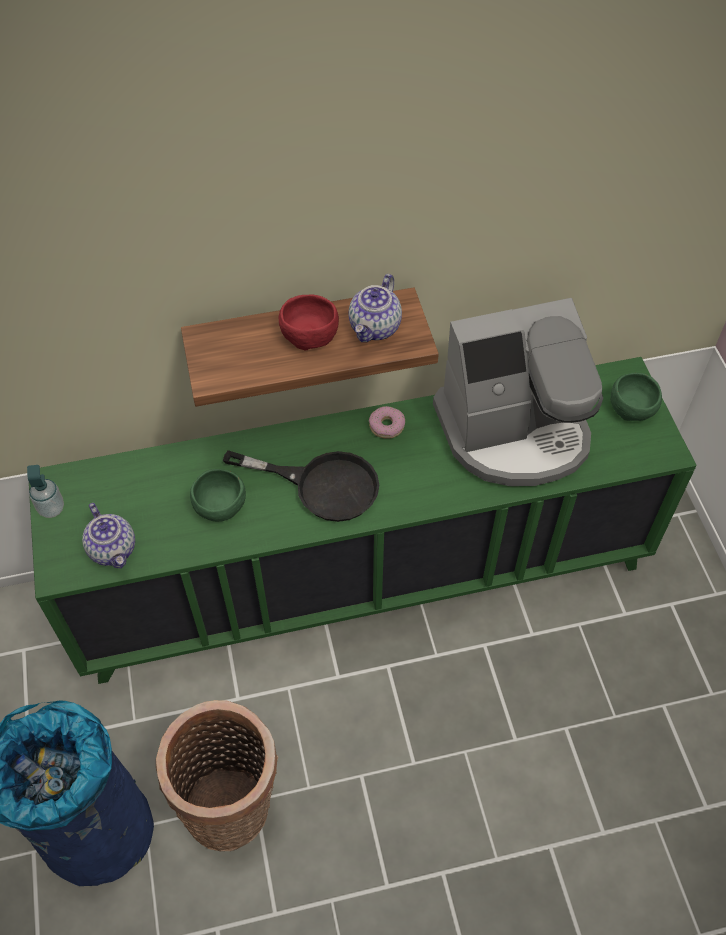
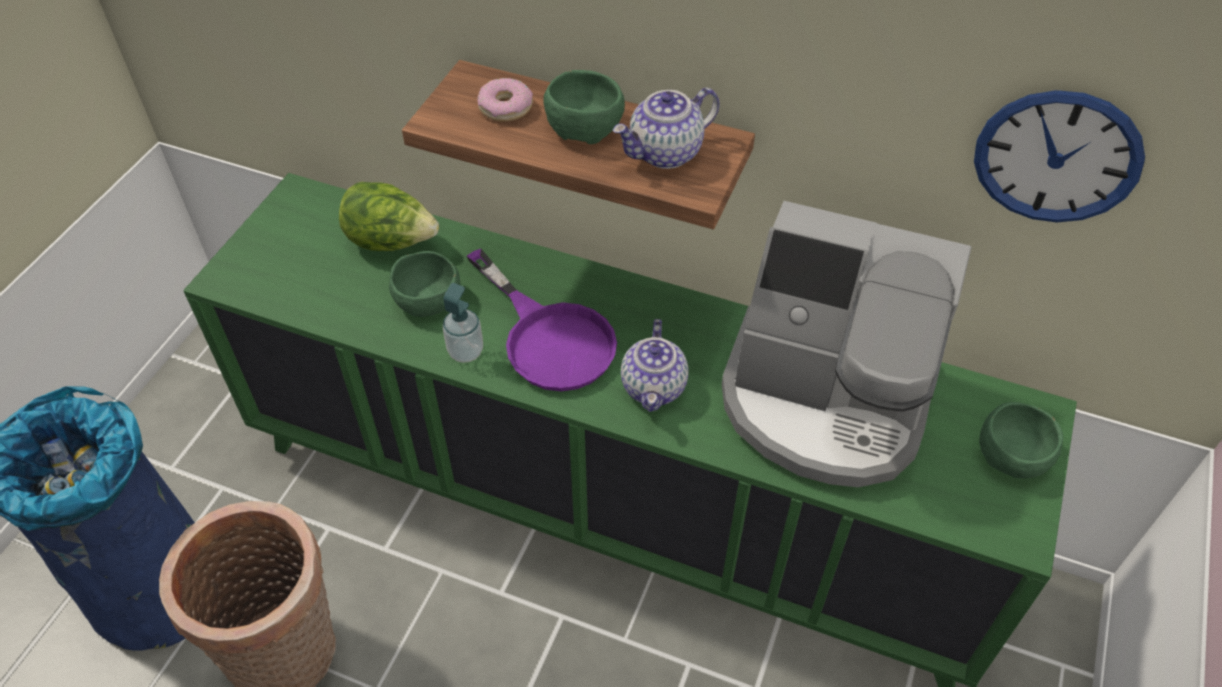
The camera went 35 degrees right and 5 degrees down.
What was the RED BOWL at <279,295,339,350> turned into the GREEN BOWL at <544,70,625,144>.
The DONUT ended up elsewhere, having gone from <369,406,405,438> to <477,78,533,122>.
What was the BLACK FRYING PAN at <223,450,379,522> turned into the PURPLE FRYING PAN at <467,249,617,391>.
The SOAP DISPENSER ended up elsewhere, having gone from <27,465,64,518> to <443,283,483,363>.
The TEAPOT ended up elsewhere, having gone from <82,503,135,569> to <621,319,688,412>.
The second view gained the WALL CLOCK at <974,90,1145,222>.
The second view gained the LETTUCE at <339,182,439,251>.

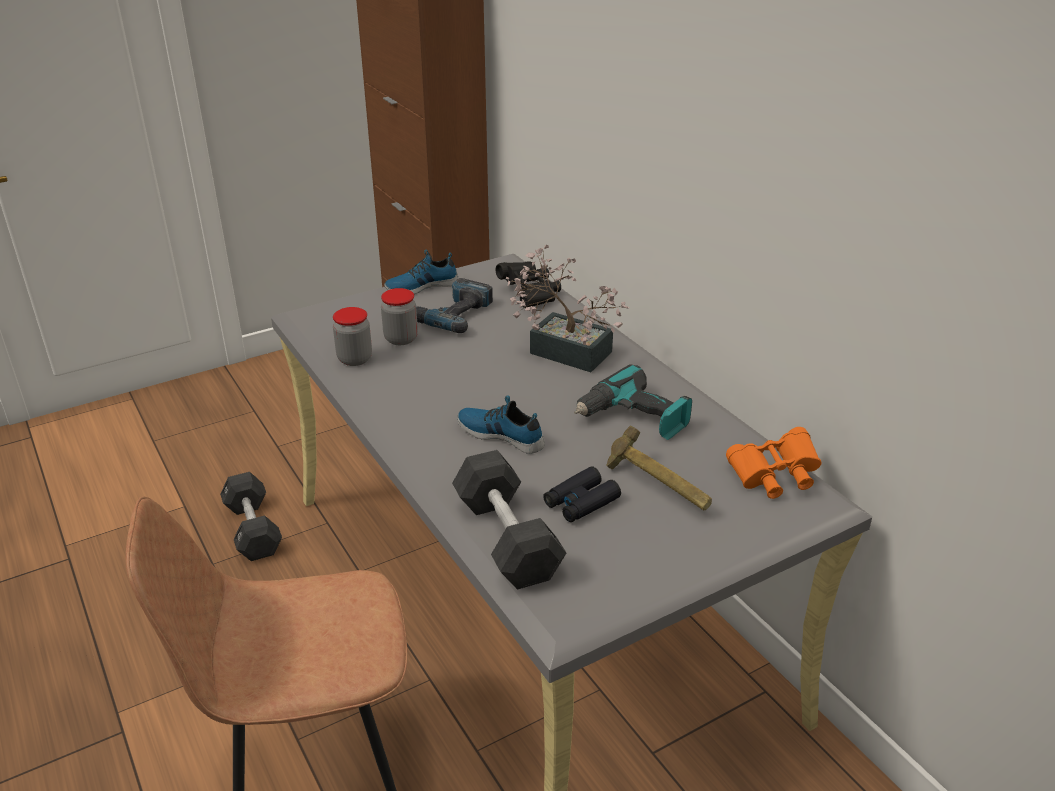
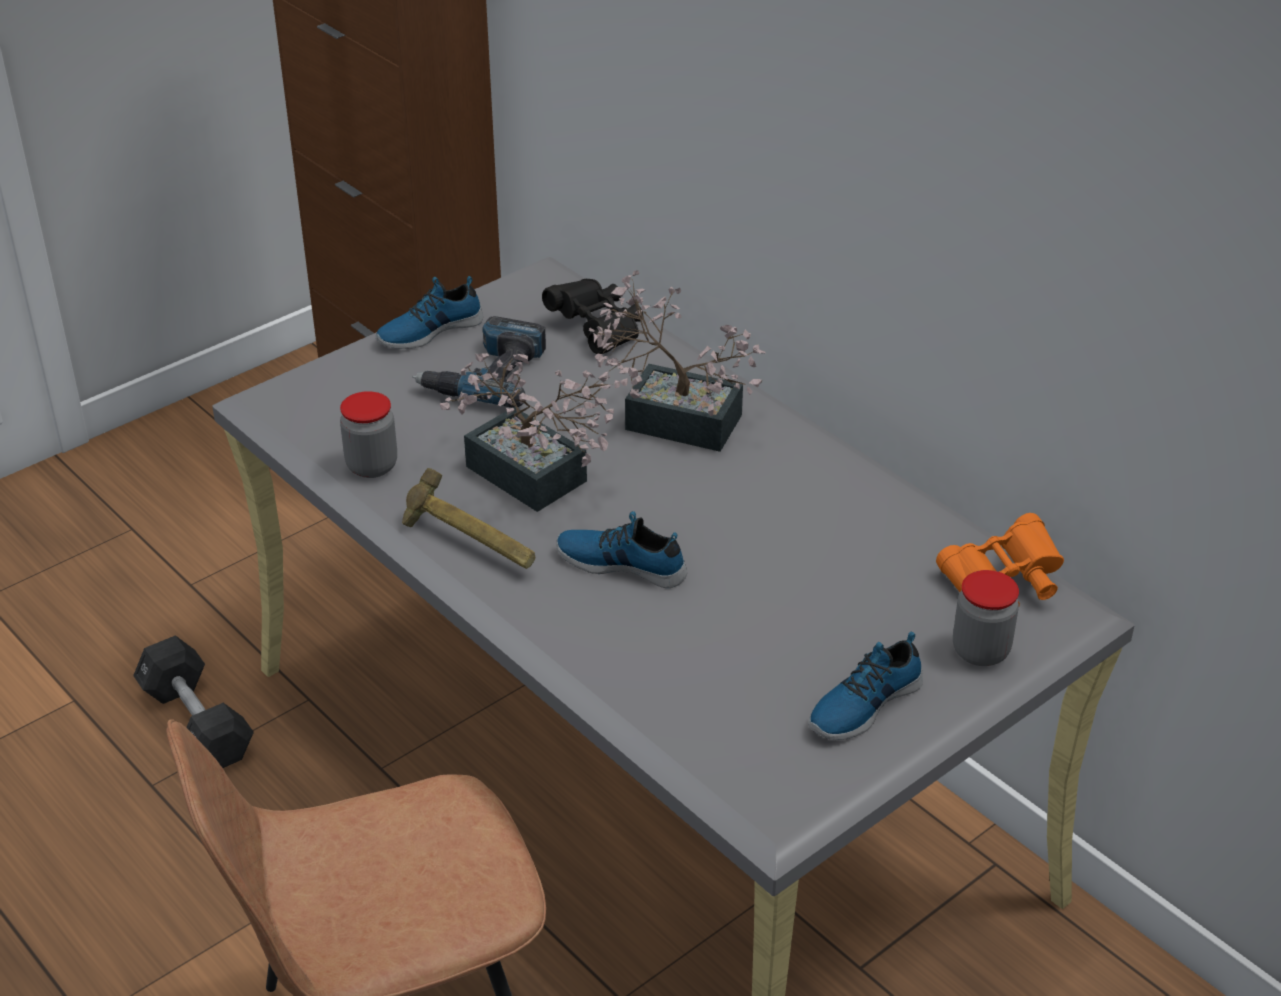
The camera went 10 degrees left and 5 degrees up.
The JAR ended up elsewhere, having gone from <381,288,418,345> to <953,570,1019,666>.
The second view lost the POWER DRILL at <574,365,692,440>.
The HAMMER ended up elsewhere, having gone from <607,426,712,510> to <402,468,535,569>.
The second view lost the BLACK DUMBBELL at <452,450,566,590>.
The second view lost the BLACK BINOCULARS at <543,466,621,522>.
The second view gained the POTTED PLANT at <440,353,620,512>.
The second view gained the SHOE at <808,632,923,740>.

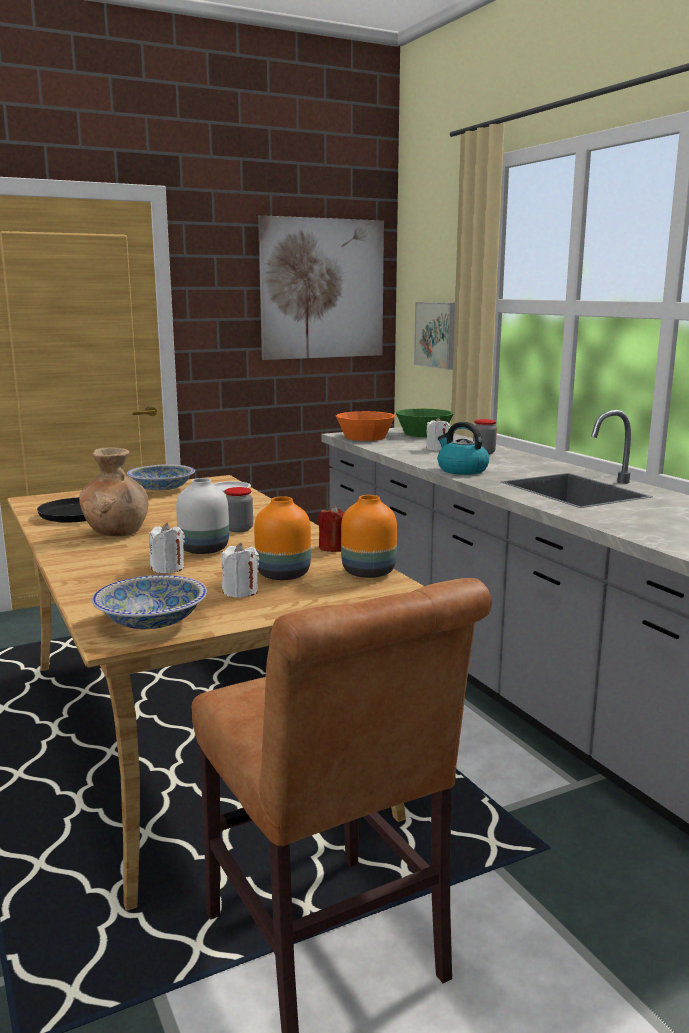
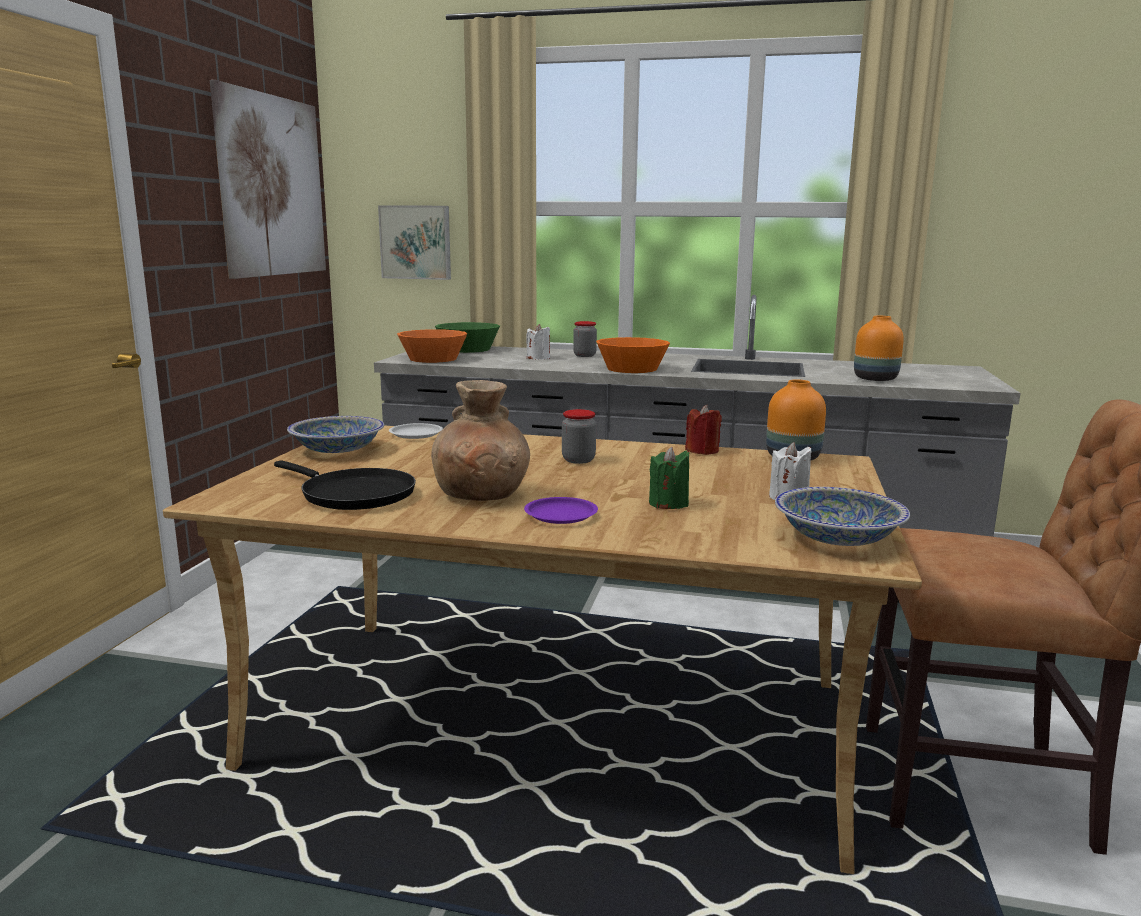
The camera went 50 degrees left and 0 degrees up.
Where the KETTLE stood at <438,422,489,475>, the ORANGE BOWL came to stand at <596,337,670,373>.
The second view lost the WHITE VASE at <176,478,229,554>.
The ORANGE VASE ended up elsewhere, having gone from <254,496,311,580> to <854,316,904,381>.
What was the WHITE CANDLE at <149,522,185,574> turned into the GREEN CANDLE at <649,447,689,509>.
The second view gained the PURPLE PLATE at <524,497,598,524>.

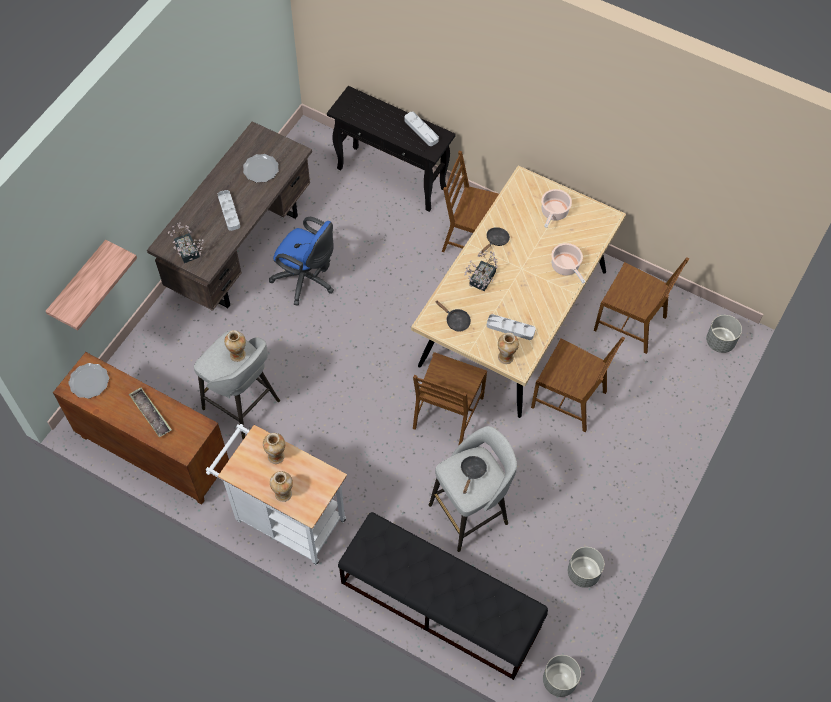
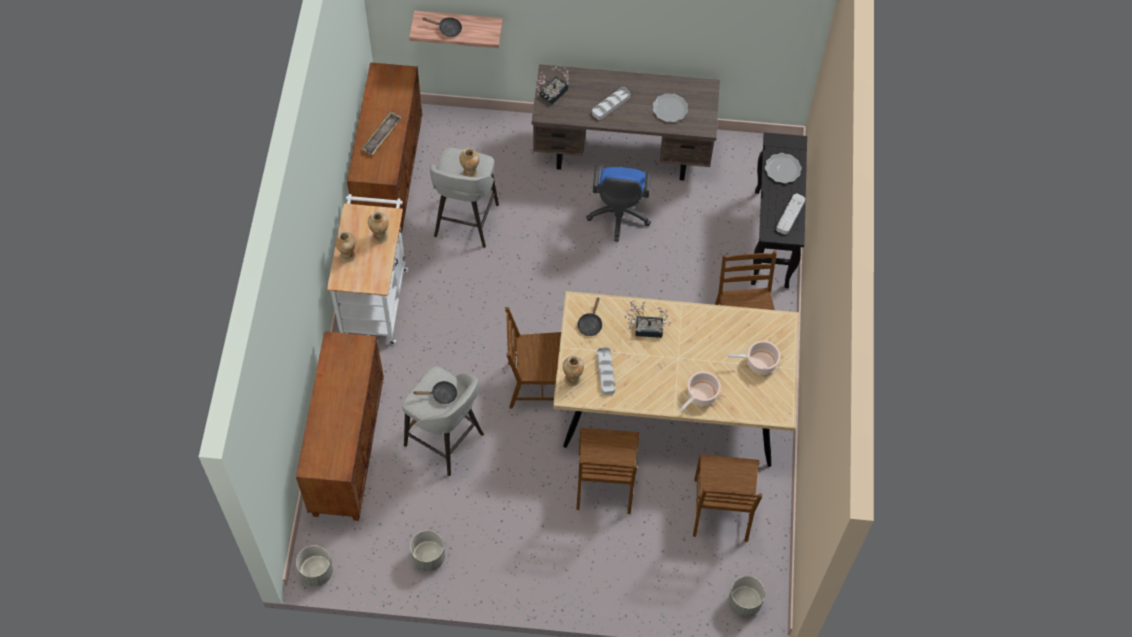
The camera went 65 degrees right and 0 degrees up.
The BLACK FRYING PAN ended up elsewhere, having gone from <481,227,510,253> to <423,17,462,37>.
The PLATE ended up elsewhere, having gone from <68,363,109,399> to <765,153,802,184>.
Where the BLACK BENCH stood at <338,512,548,680>, the BROWN CABINET came to stand at <296,331,384,521>.

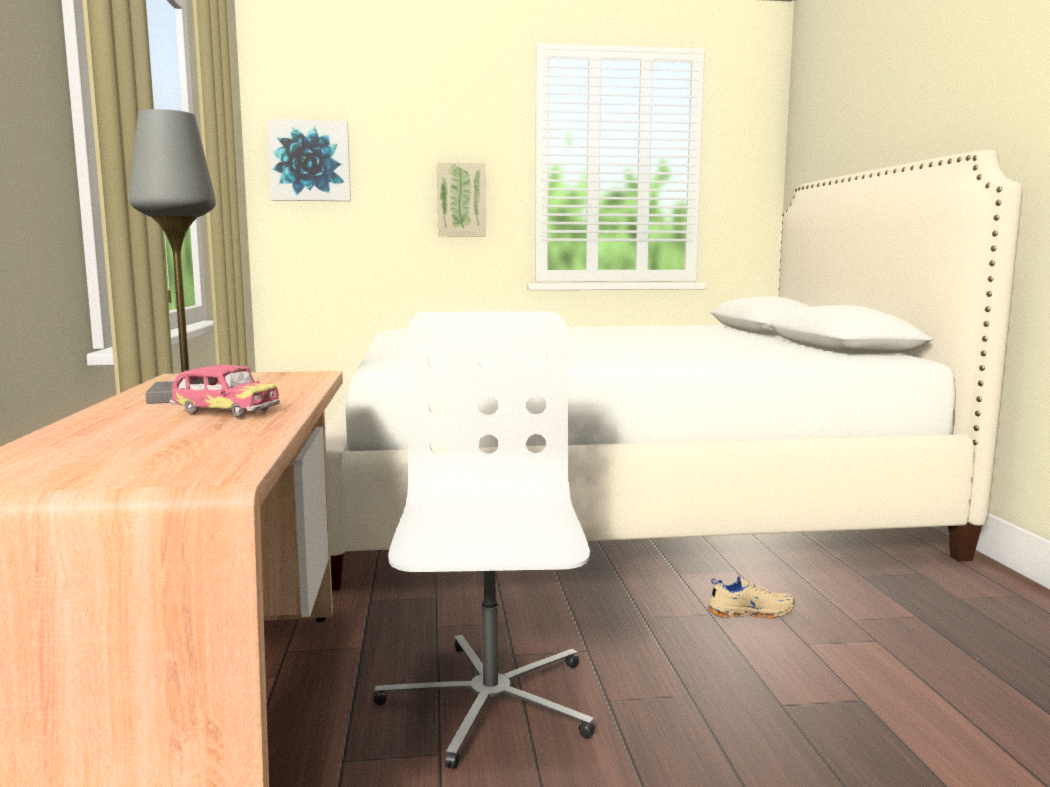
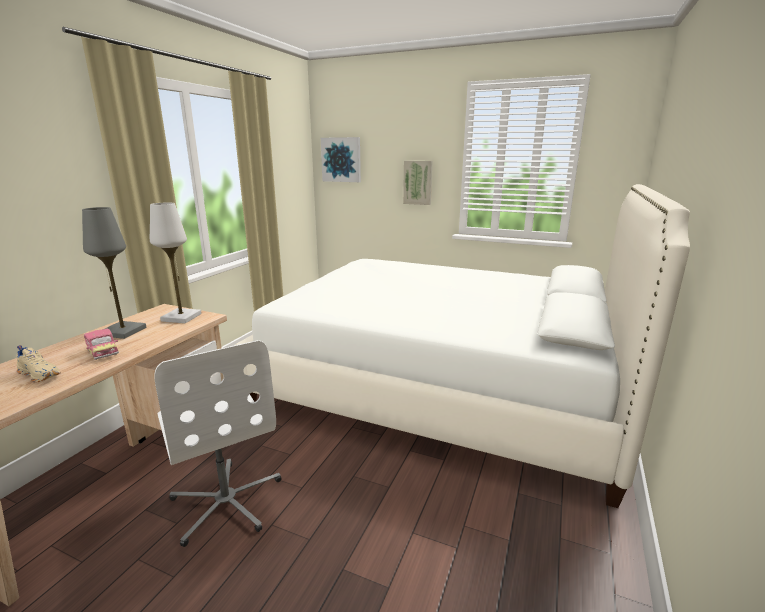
The camera went 30 degrees right and 10 degrees up.
The WHITE OFFICE CHAIR at <373,311,595,769> ended up facing another way, 120 degrees clockwise from before.
The BEIGE SHOE ended up elsewhere, having gone from <708,576,795,619> to <16,345,61,382>.
The second view gained the WHITE TABLE LAMP at <150,202,202,323>.

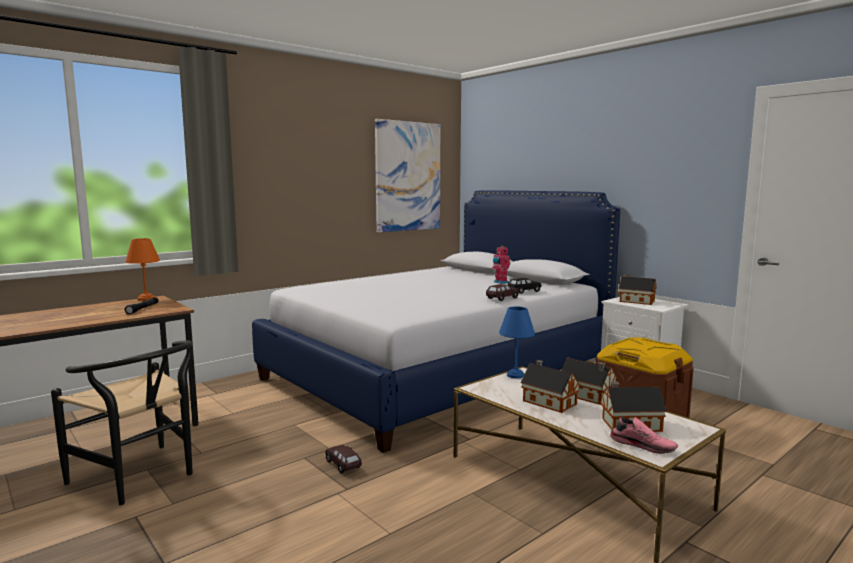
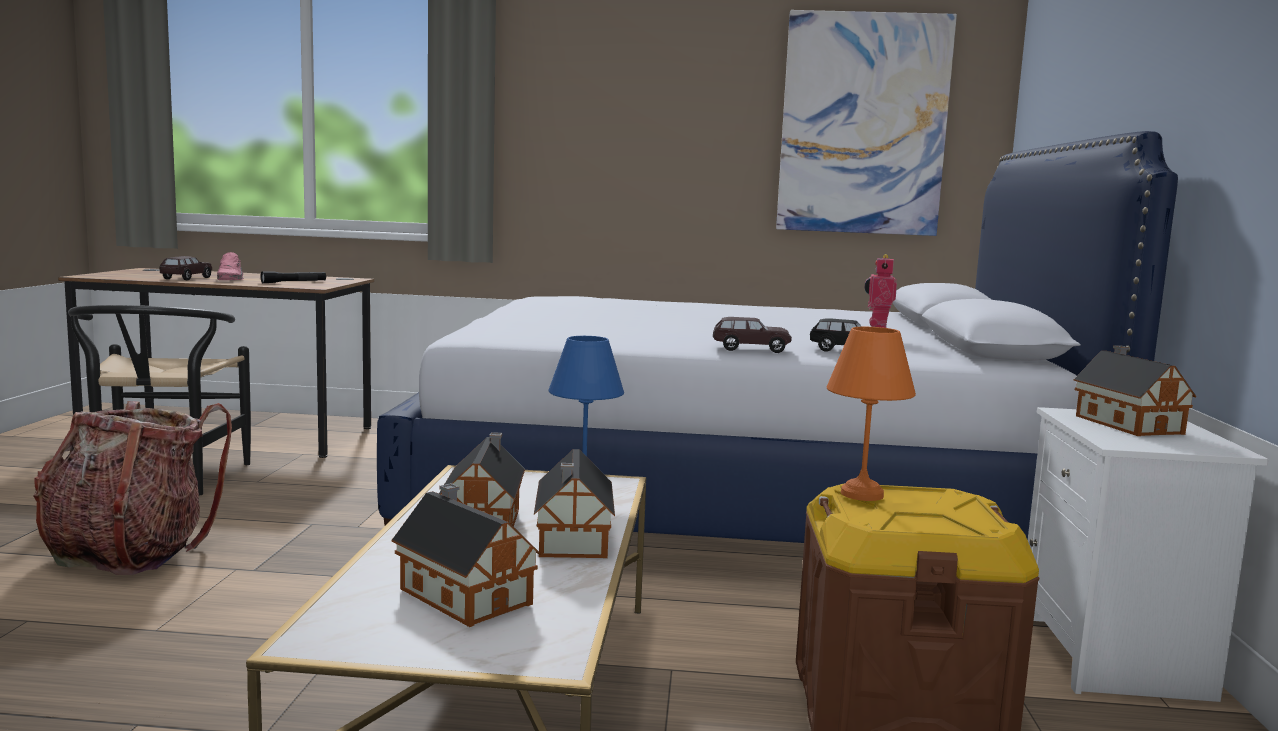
The camera went 45 degrees right and 0 degrees up.
The ORANGE TABLE LAMP ended up elsewhere, having gone from <125,238,160,301> to <827,327,916,501>.
The PINK SHOE ended up elsewhere, having gone from <610,417,678,454> to <217,252,244,280>.
The BROWN TOY CAR ended up elsewhere, having gone from <325,445,362,474> to <160,256,212,280>.
The second view gained the BACKPACK at <33,401,232,575>.

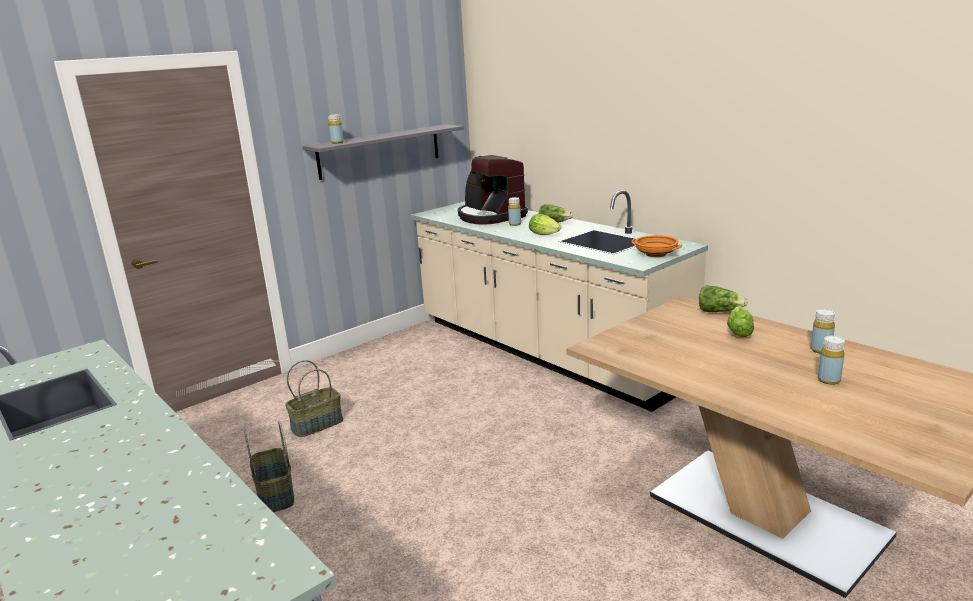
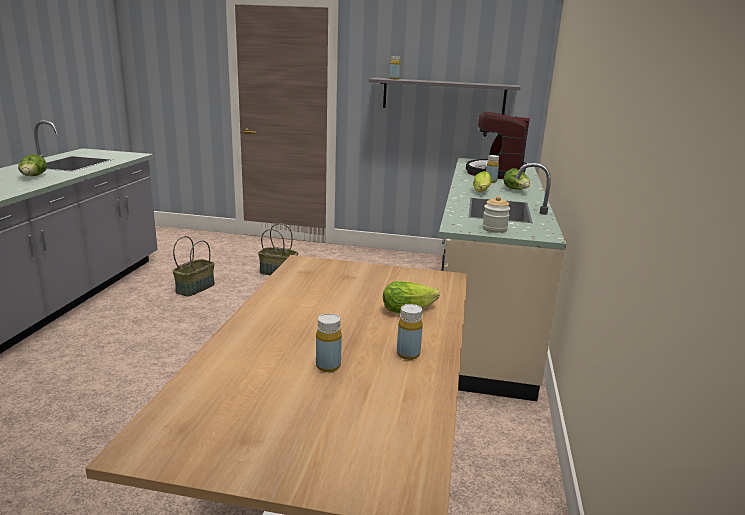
The camera went 50 degrees right and 0 degrees up.
Where the ORANGE BOWL stood at <631,235,682,257>, the JAR came to stand at <482,196,510,233>.
The LETTUCE ended up elsewhere, having gone from <699,285,748,312> to <18,154,47,176>.

